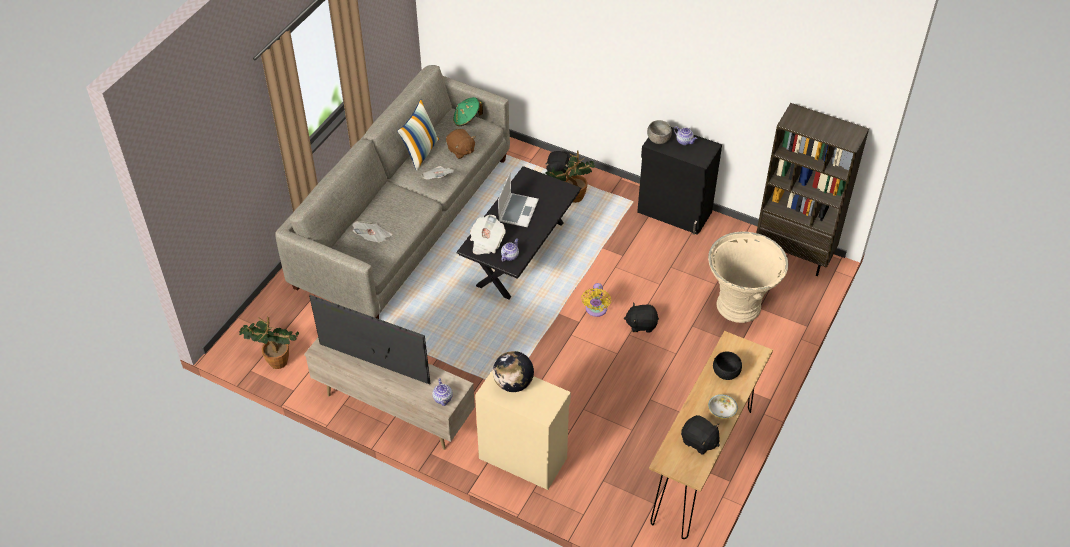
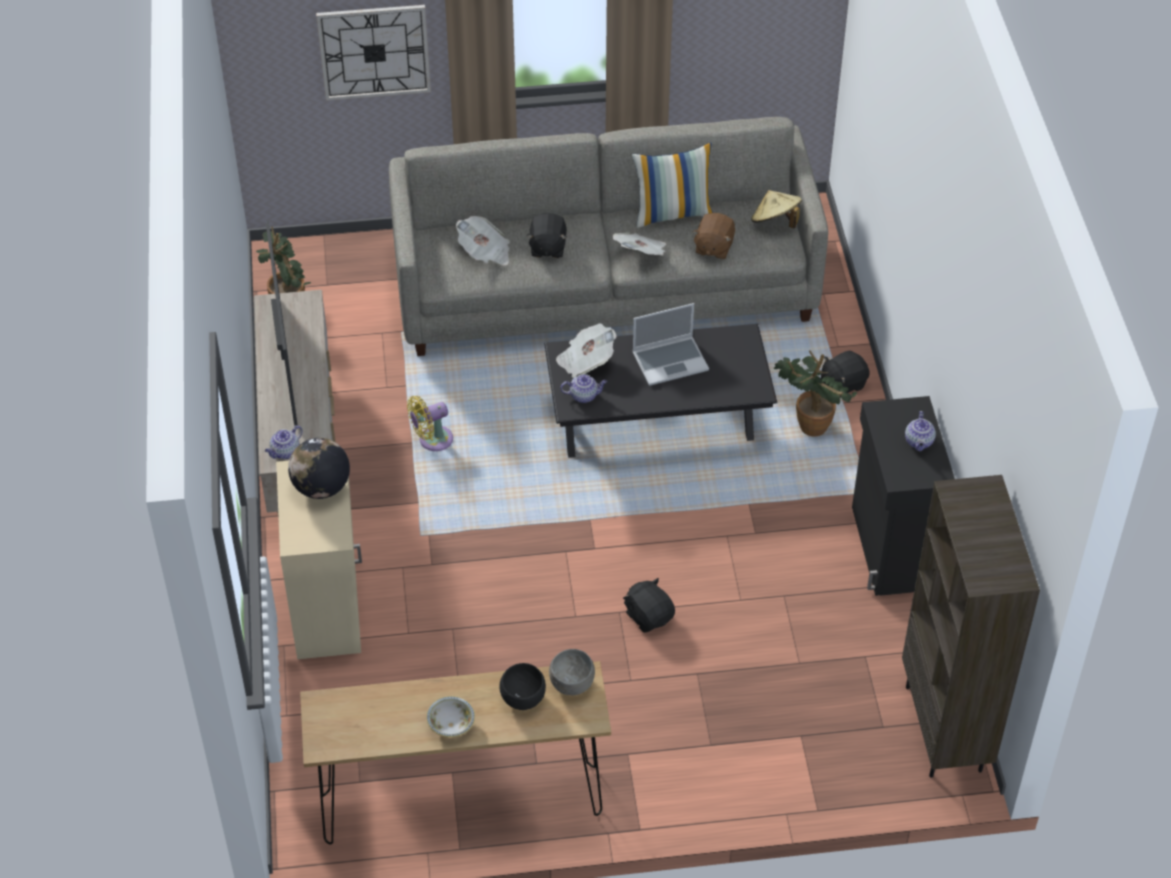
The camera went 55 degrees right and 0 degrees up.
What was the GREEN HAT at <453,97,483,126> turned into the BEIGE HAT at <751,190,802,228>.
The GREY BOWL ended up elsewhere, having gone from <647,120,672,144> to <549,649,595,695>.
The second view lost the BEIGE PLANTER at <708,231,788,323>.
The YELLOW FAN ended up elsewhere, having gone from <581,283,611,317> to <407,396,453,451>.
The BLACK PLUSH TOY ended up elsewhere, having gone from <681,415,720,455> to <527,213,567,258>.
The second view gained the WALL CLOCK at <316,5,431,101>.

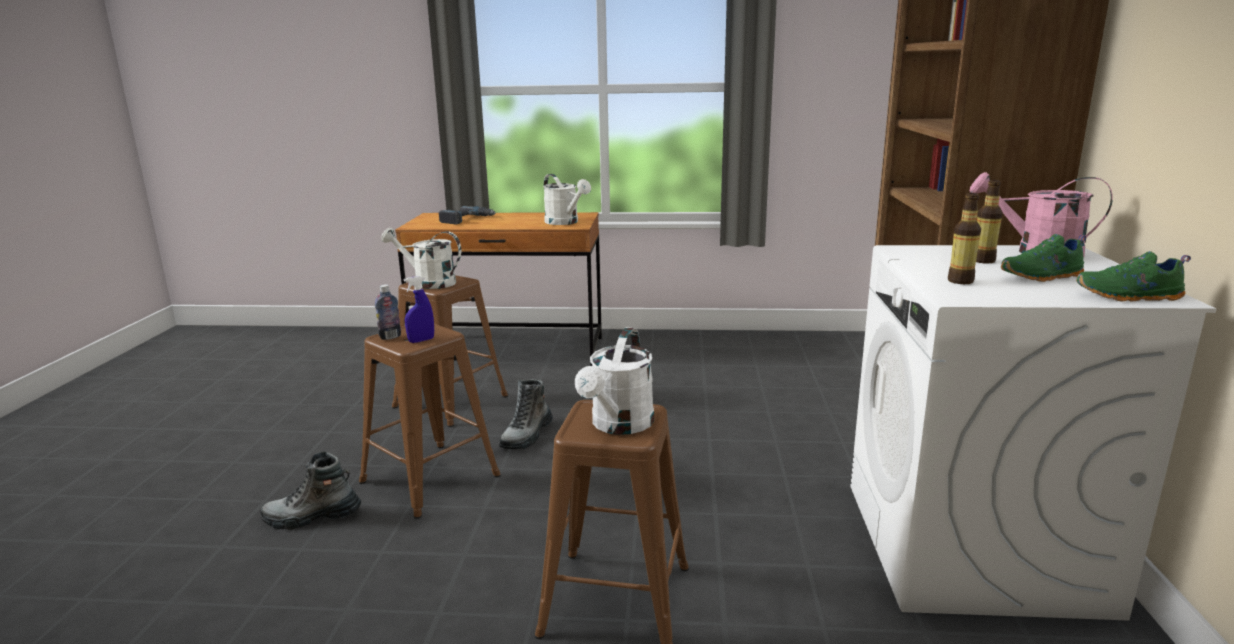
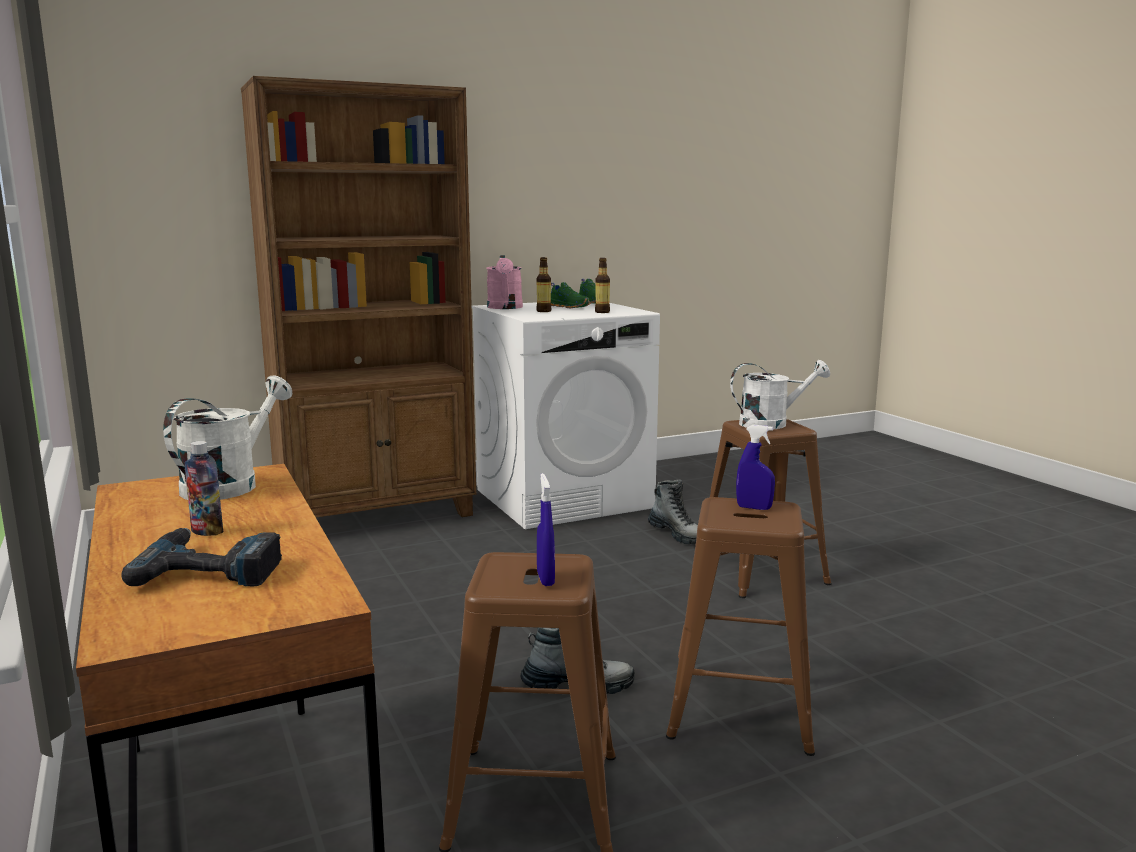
The camera went 120 degrees left and 5 degrees down.
Where the WHITE WATERING CAN stood at <381,228,461,289>, the BLUE SPRAY BOTTLE came to stand at <537,473,555,586>.
The BOTTLE ended up elsewhere, having gone from <375,285,401,340> to <184,441,223,536>.
The BOOT ended up elsewhere, having gone from <260,451,361,530> to <648,479,698,544>.

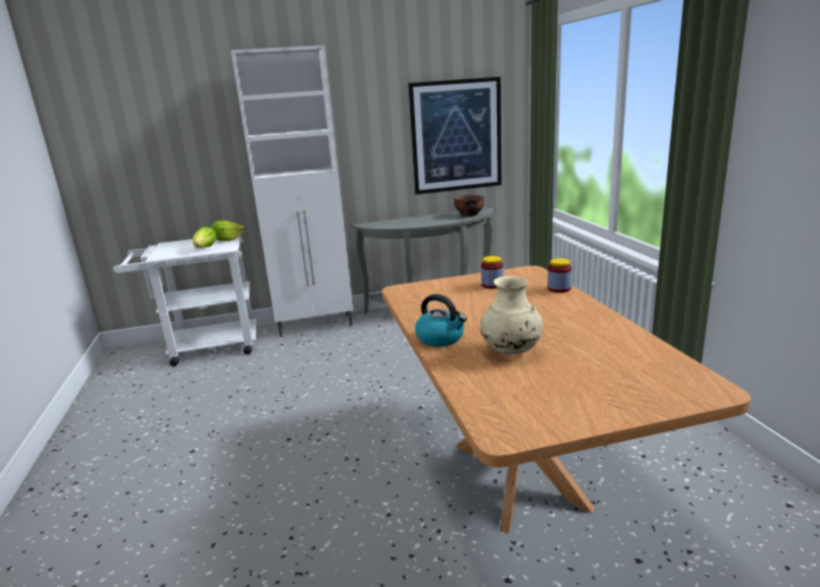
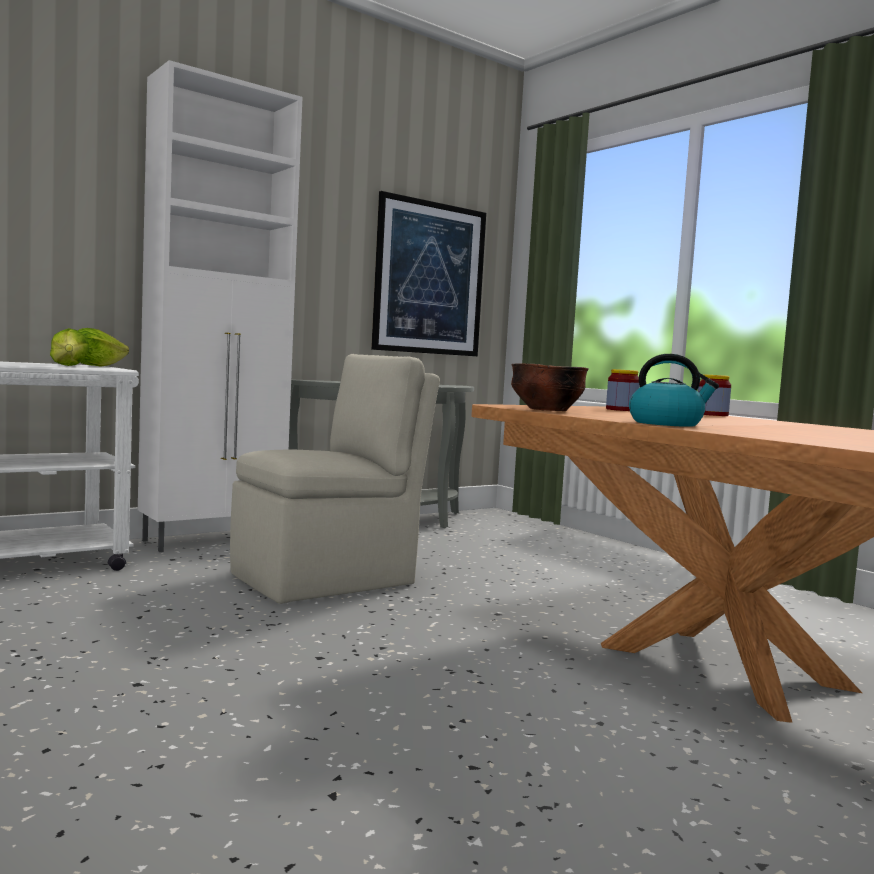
The camera went 25 degrees left and 15 degrees down.
The BROWN BOWL ended up elsewhere, having gone from <454,195,484,216> to <511,363,589,411>.
The second view lost the BEIGE VASE at <480,276,543,354>.
The second view gained the BEIGE CHAIR at <230,354,440,604>.

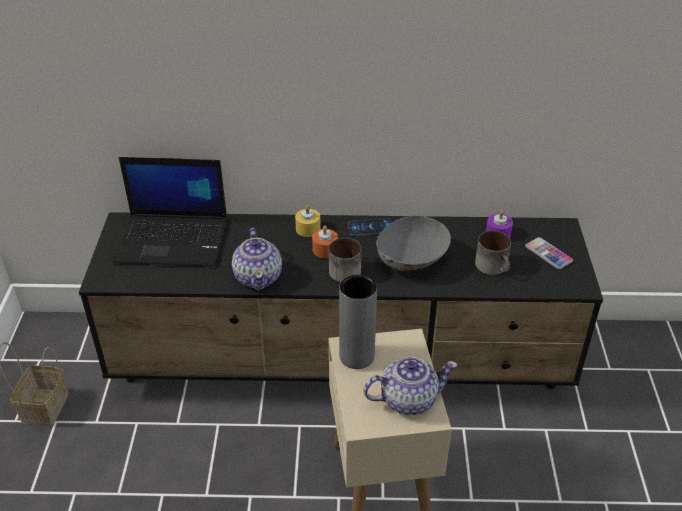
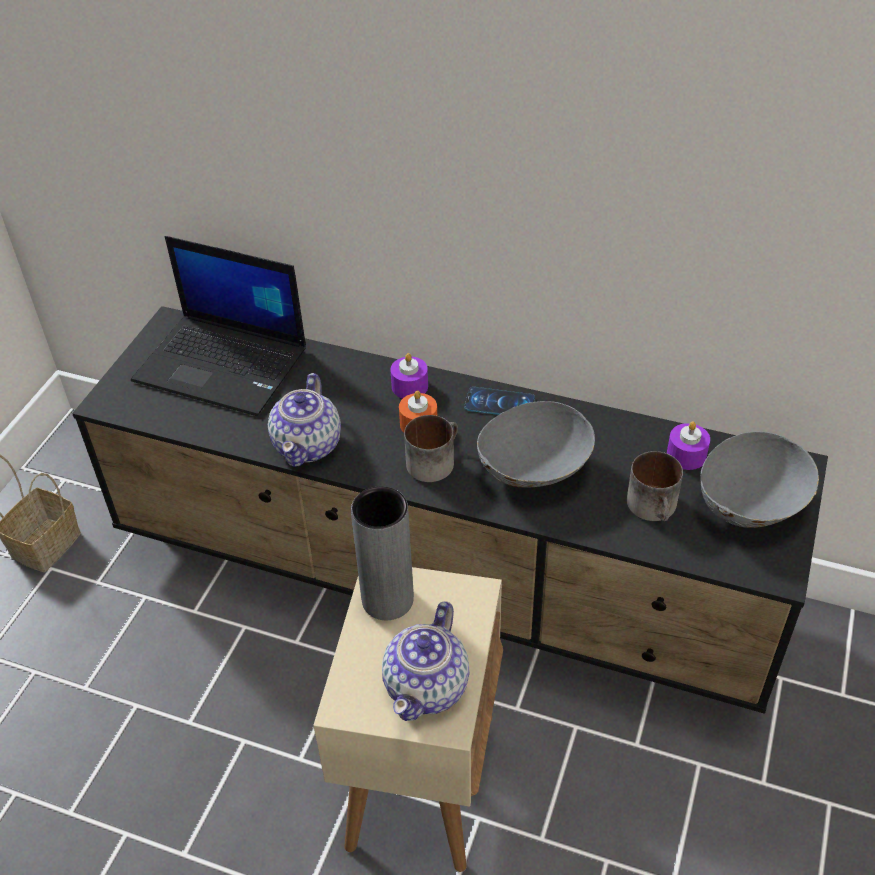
The camera went 20 degrees right and 5 degrees up.
What was the YELLOW CANDLE at <295,205,321,237> turned into the PURPLE CANDLE at <390,353,428,399>.
Where the PHONE stood at <525,237,573,269>, the GREY BOWL came to stand at <700,431,819,528>.
The TEAPOT at <363,357,458,415> ended up facing another way, 105 degrees clockwise from before.

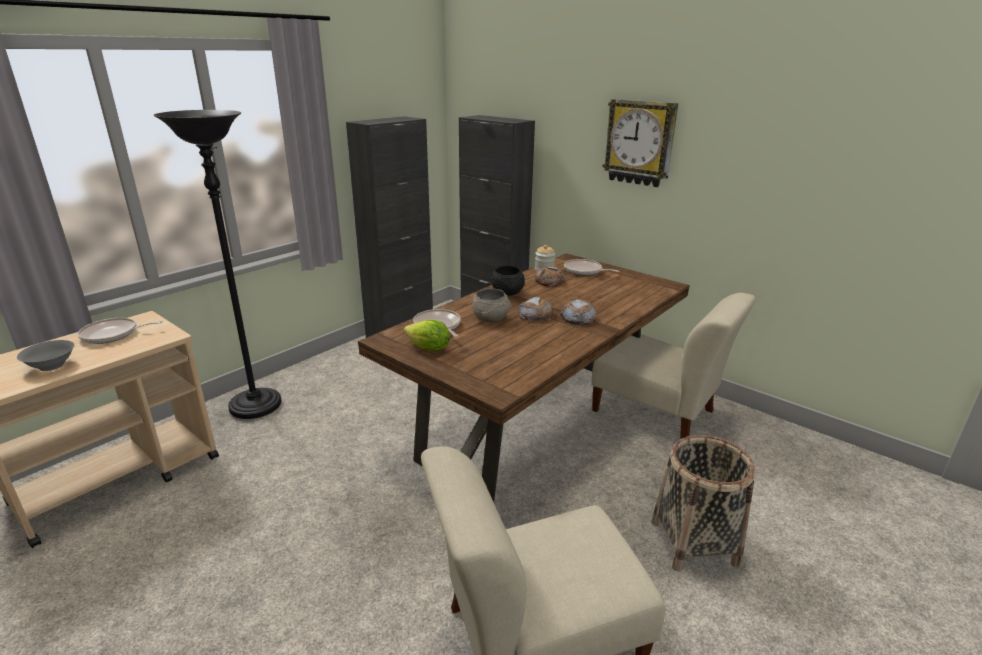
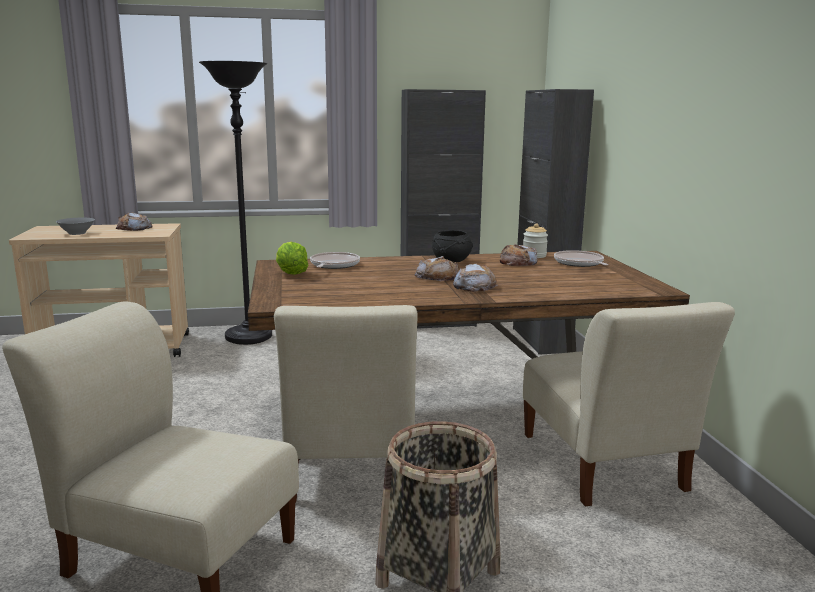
The camera went 40 degrees right and 10 degrees down.
The second view lost the WALL CLOCK at <603,99,678,187>.
The second view lost the GREY BOWL at <472,288,511,322>.
Where the FRYING PAN stood at <77,318,163,344>, the BREAD came to stand at <116,213,153,231>.
The second view gained the BEIGE CHAIR at <274,305,418,503>.

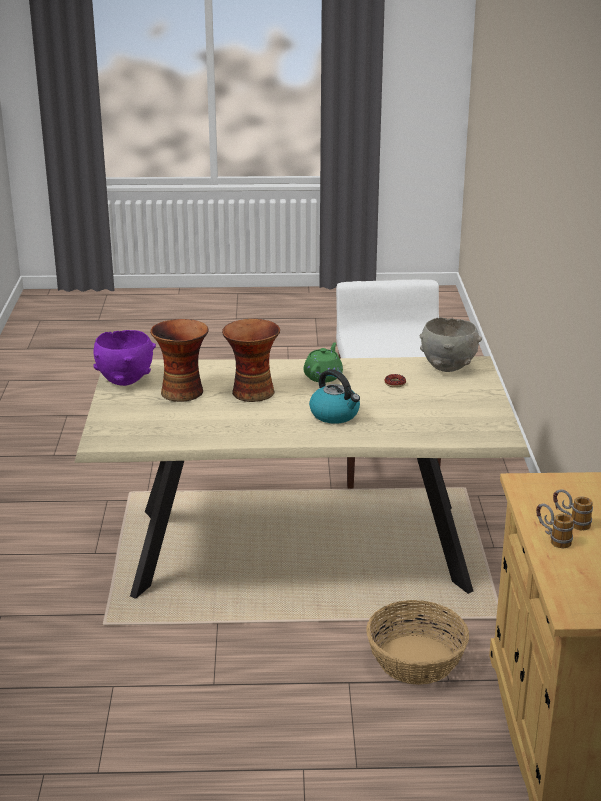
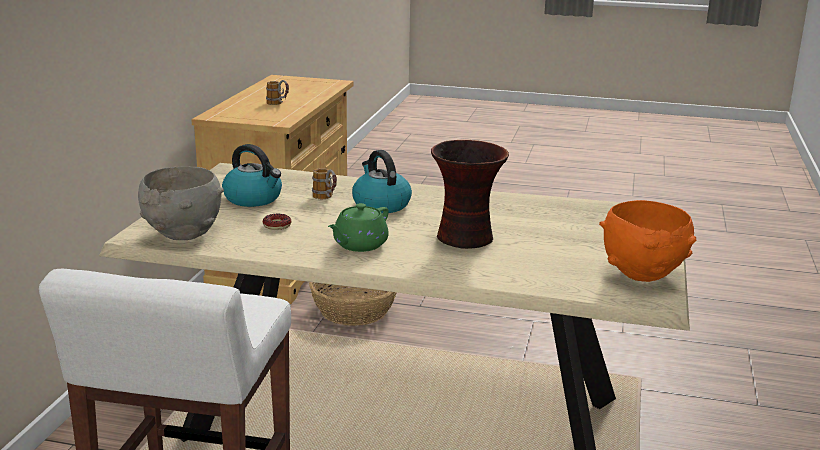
The camera went 165 degrees left and 5 degrees down.
The second view lost the VASE at <150,319,209,402>.
What was the PURPLE BOWL at <93,330,156,386> turned into the ORANGE BOWL at <599,200,697,282>.
The MUG ended up elsewhere, having gone from <536,503,574,548> to <312,168,337,199>.
The second view gained the KETTLE at <222,144,282,207>.

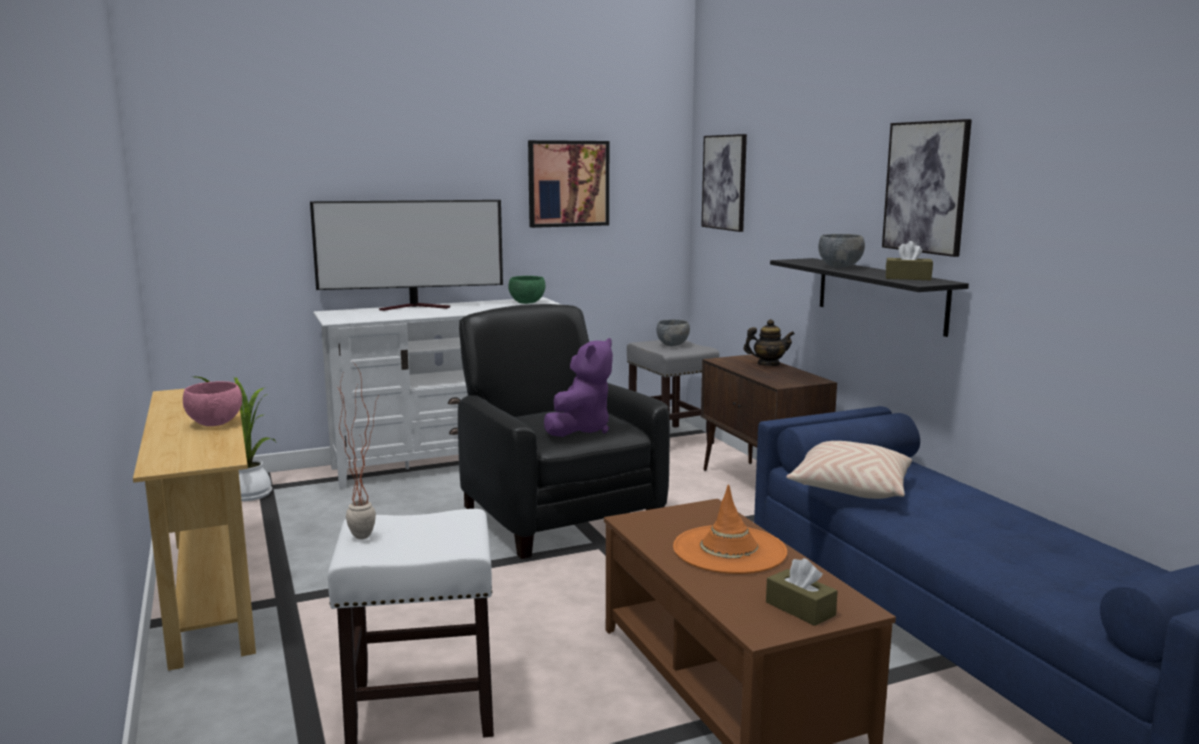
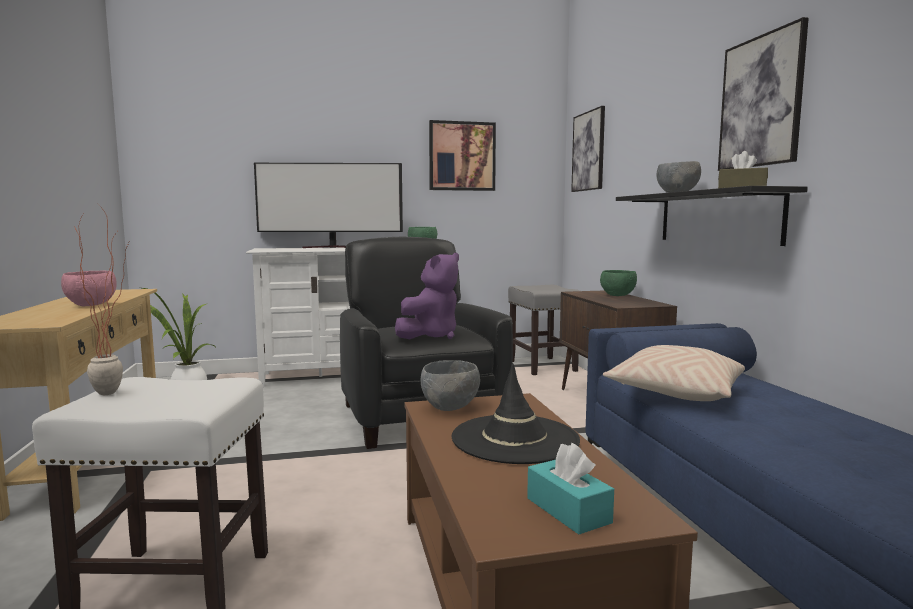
The camera went 10 degrees right and 5 degrees down.
The GREY BOWL ended up elsewhere, having gone from <657,319,690,346> to <421,360,480,411>.
Where the TEAPOT stood at <744,319,795,366>, the GREEN BOWL came to stand at <600,270,637,296>.
What was the ORANGE HAT at <673,485,787,574> turned into the BLACK HAT at <451,363,580,464>.
What was the BROWN TISSUE BOX at <766,558,838,626> turned into the TURQUOISE TISSUE BOX at <527,443,614,534>.

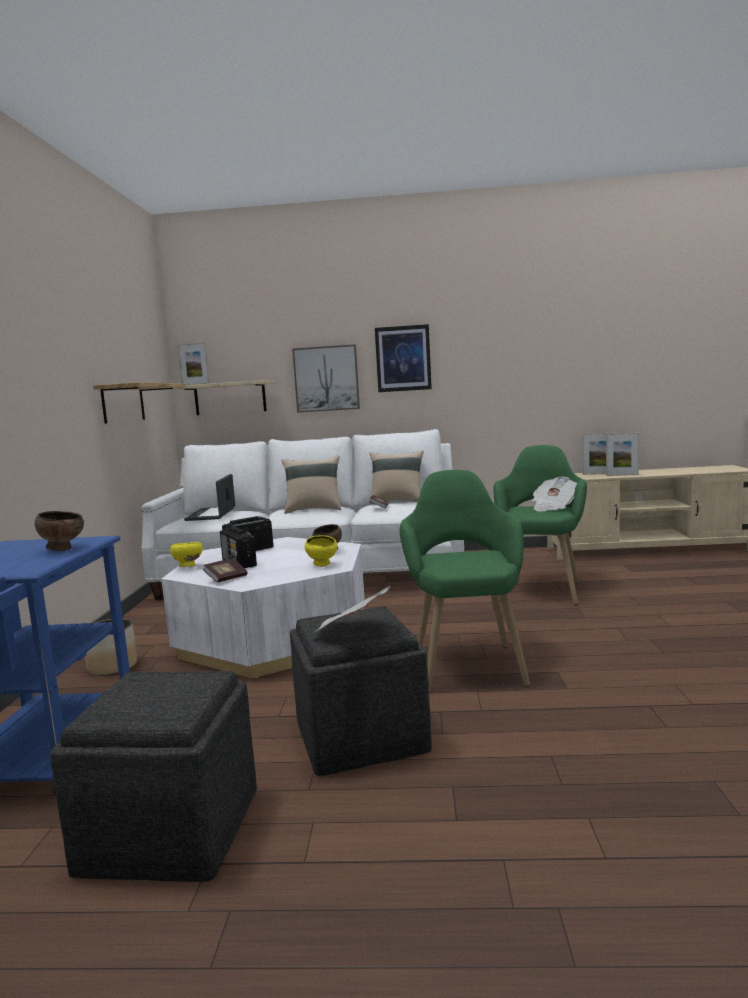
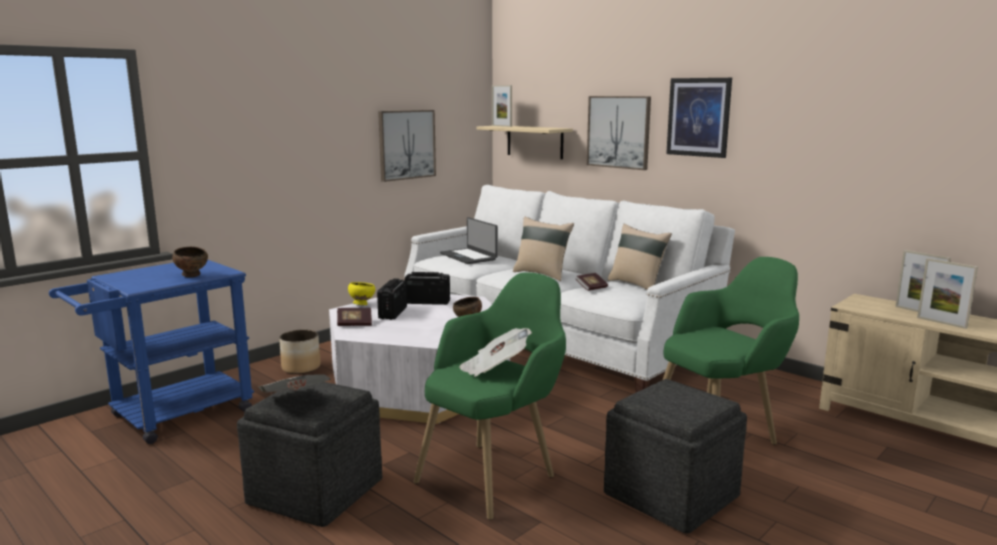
The camera went 40 degrees right and 5 degrees up.
Where the SHELF hung at <93,382,185,424>, the PICTURE came to hang at <378,110,436,182>.
The LAPTOP at <184,474,235,521> ended up facing another way, 75 degrees counterclockwise from before.
The NEWSPAPER ended up elsewhere, having gone from <532,477,577,511> to <459,328,532,377>.
The second view lost the YELLOW BOWL at <305,535,338,567>.
The GREY OTTOMAN ended up elsewhere, having gone from <50,671,257,882> to <604,379,747,534>.

